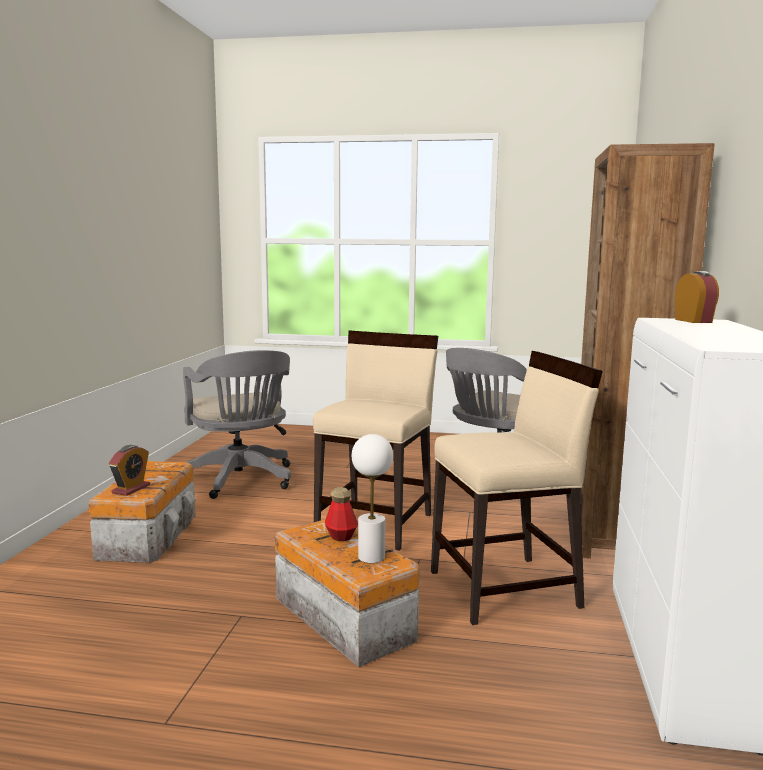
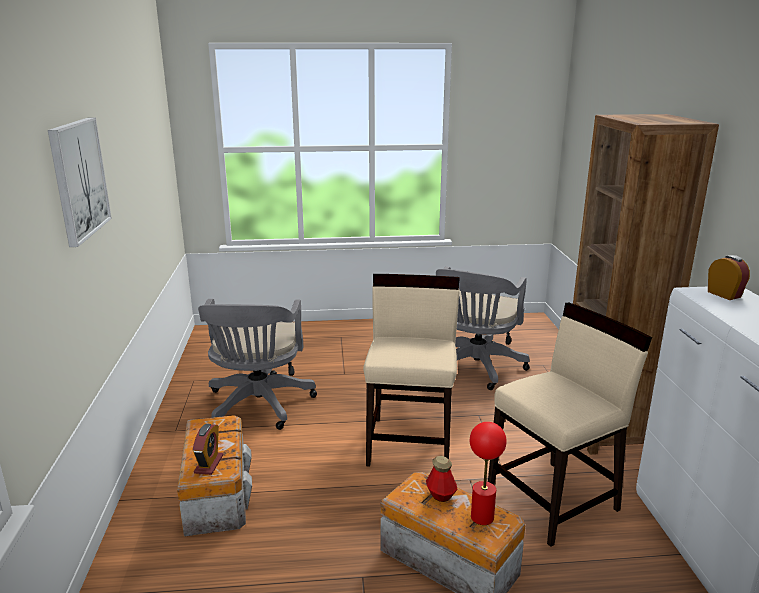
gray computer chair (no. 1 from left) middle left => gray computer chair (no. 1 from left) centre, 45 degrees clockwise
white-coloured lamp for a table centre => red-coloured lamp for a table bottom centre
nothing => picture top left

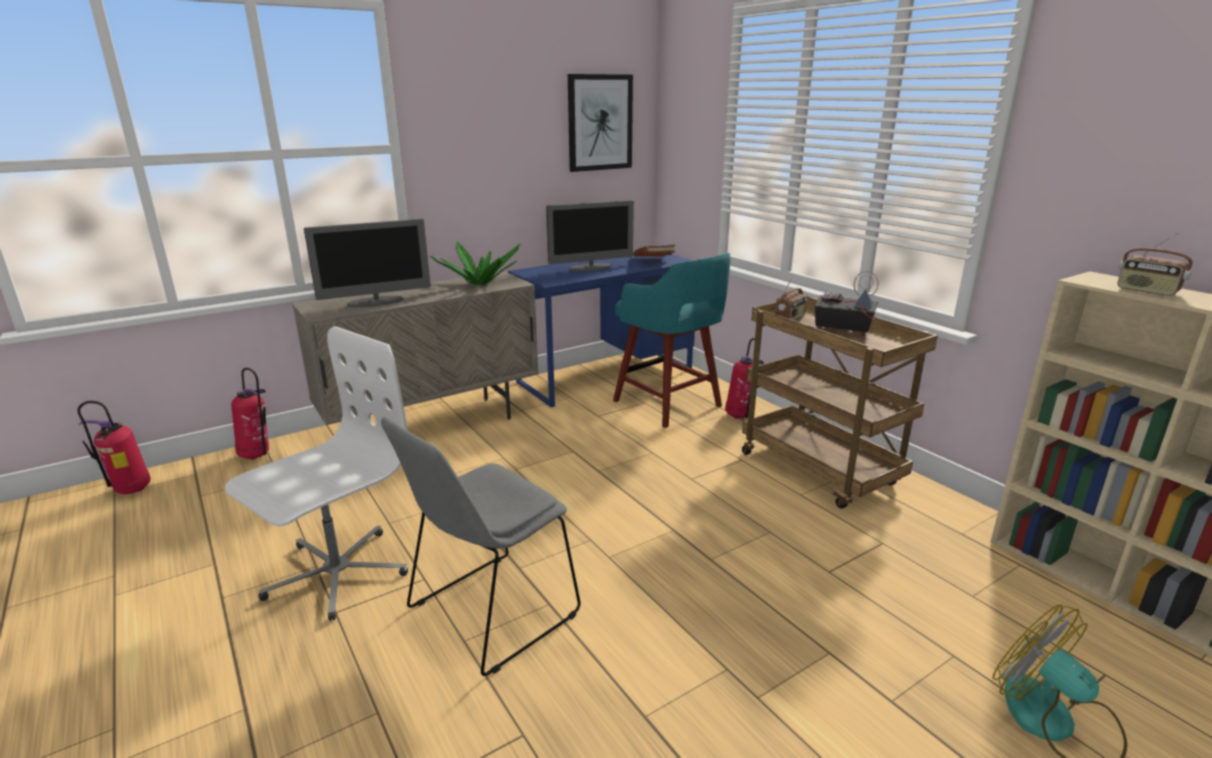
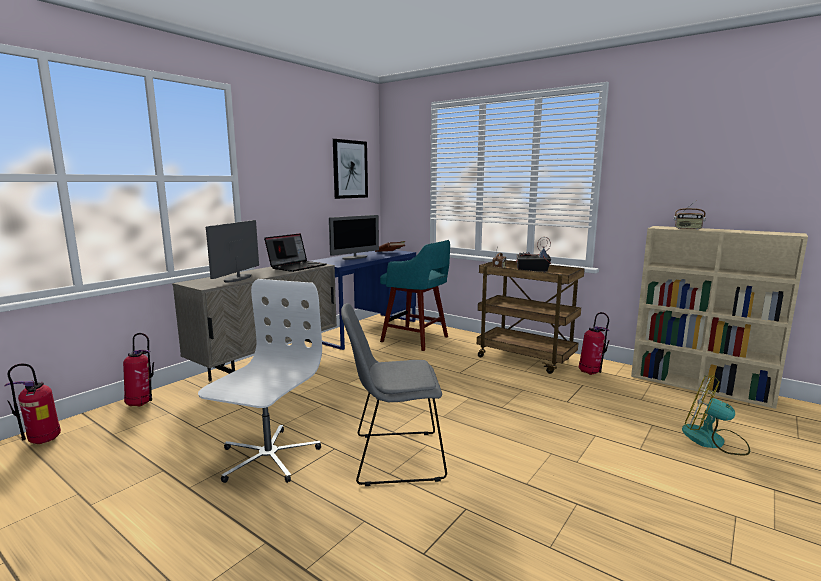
computer screen (no. 1 from left) middle left, 150 degrees clockwise
potted plant centre => notebook computer centre
fire extinguisher (no. 3 from left) centre => fire extinguisher (no. 3 from left) middle right, relocated
gray chair bottom centre, 60 degrees clockwise

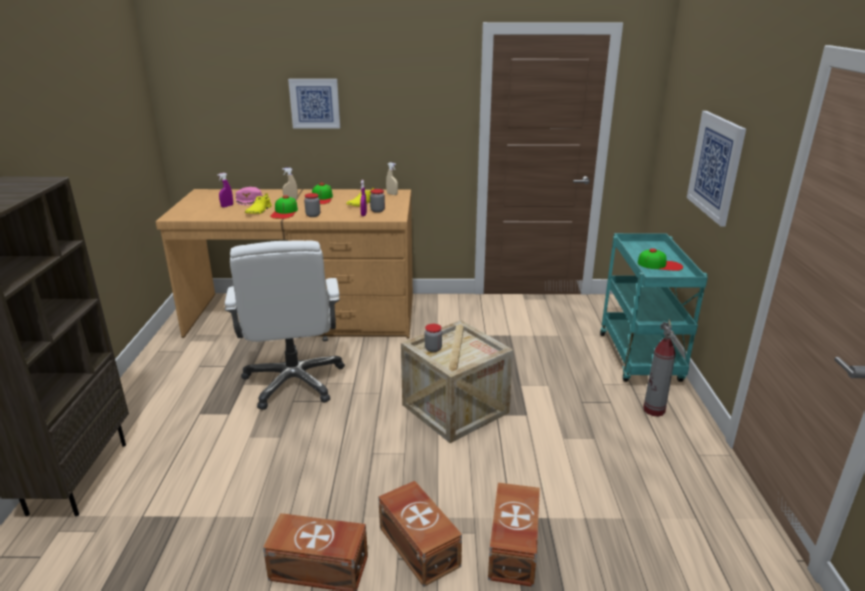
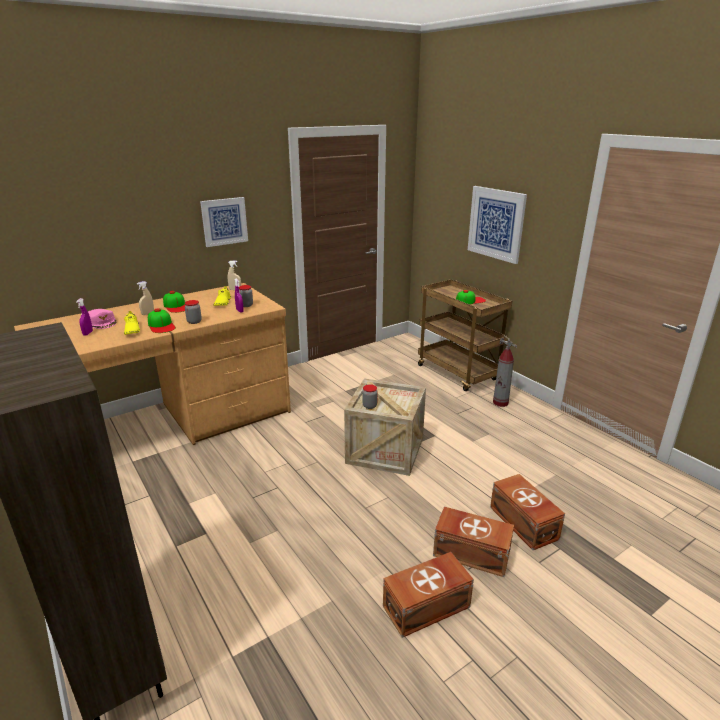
picture (no. 1 from left) top centre => picture (no. 1 from left) top left, relocated
turquoise wheeled cart middle right => brown wheeled cart centre
white-coloured computer chair middle left => nothing

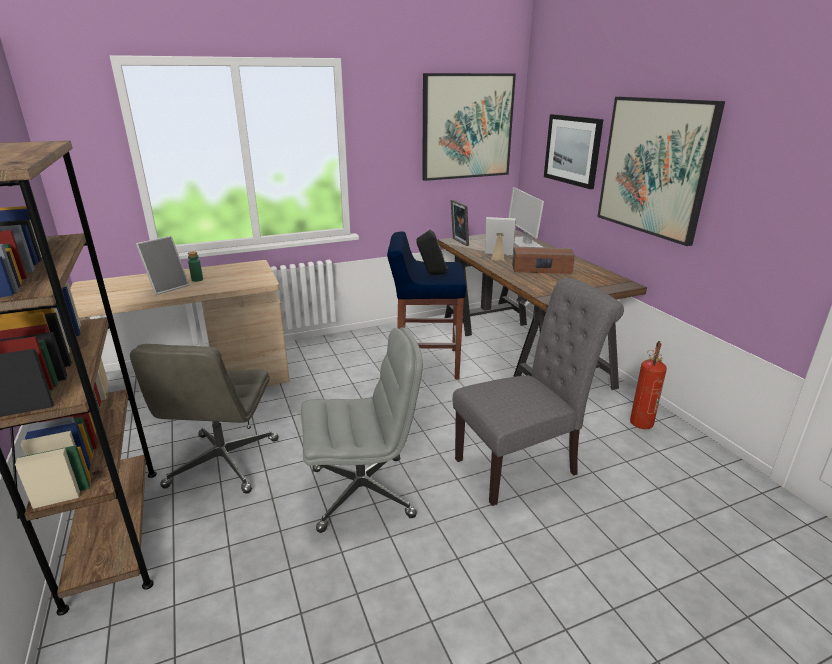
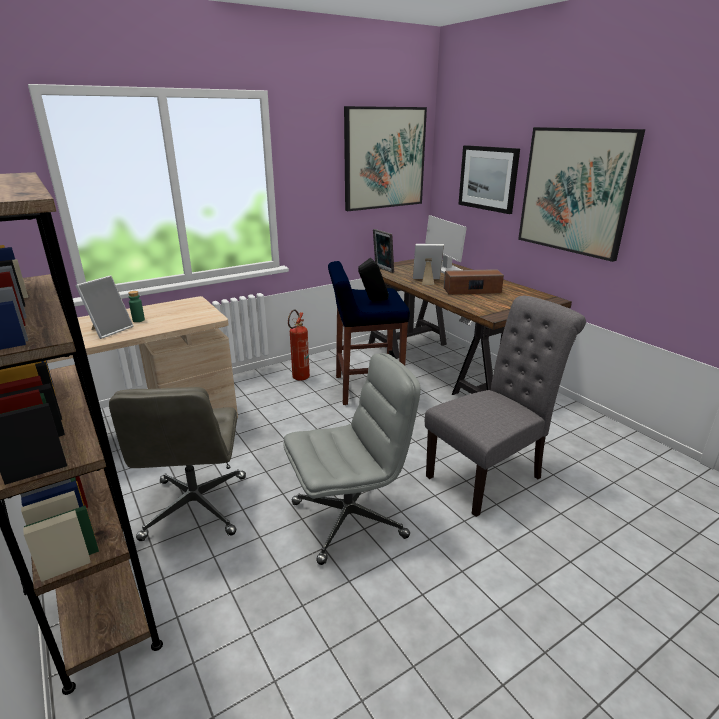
fire extinguisher middle right => fire extinguisher centre, relocated

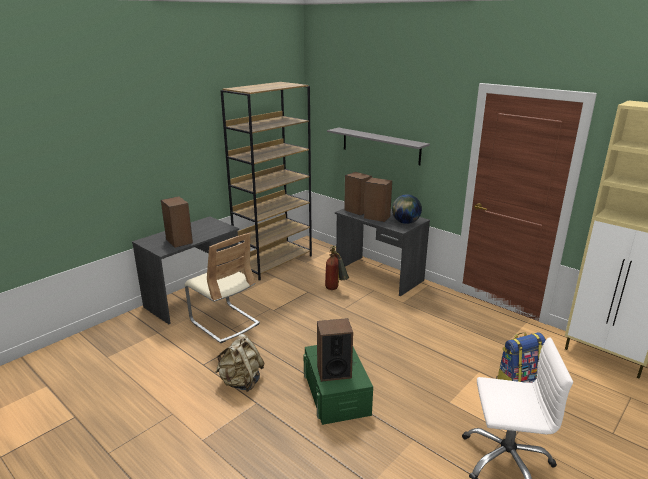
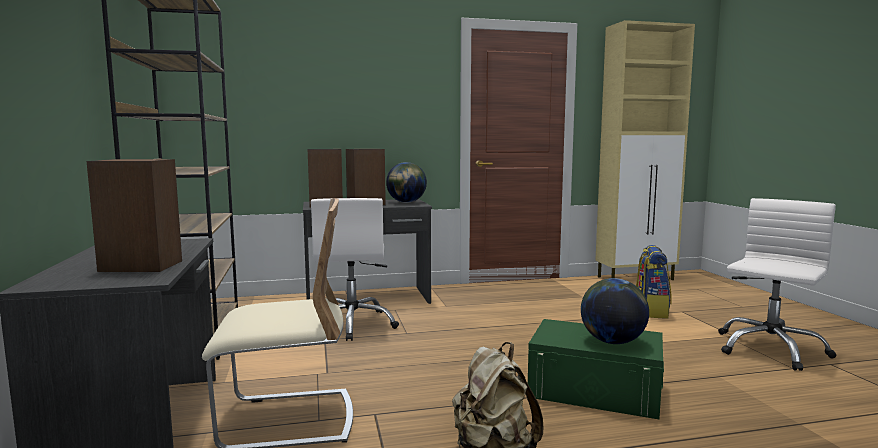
gray wall shelf top centre => nothing
fire extinguisher centre => white-coloured computer chair (no. 1 from left) centre
loudspeaker (no. 2 from left) bottom centre => desk globe (no. 2 from left) bottom right

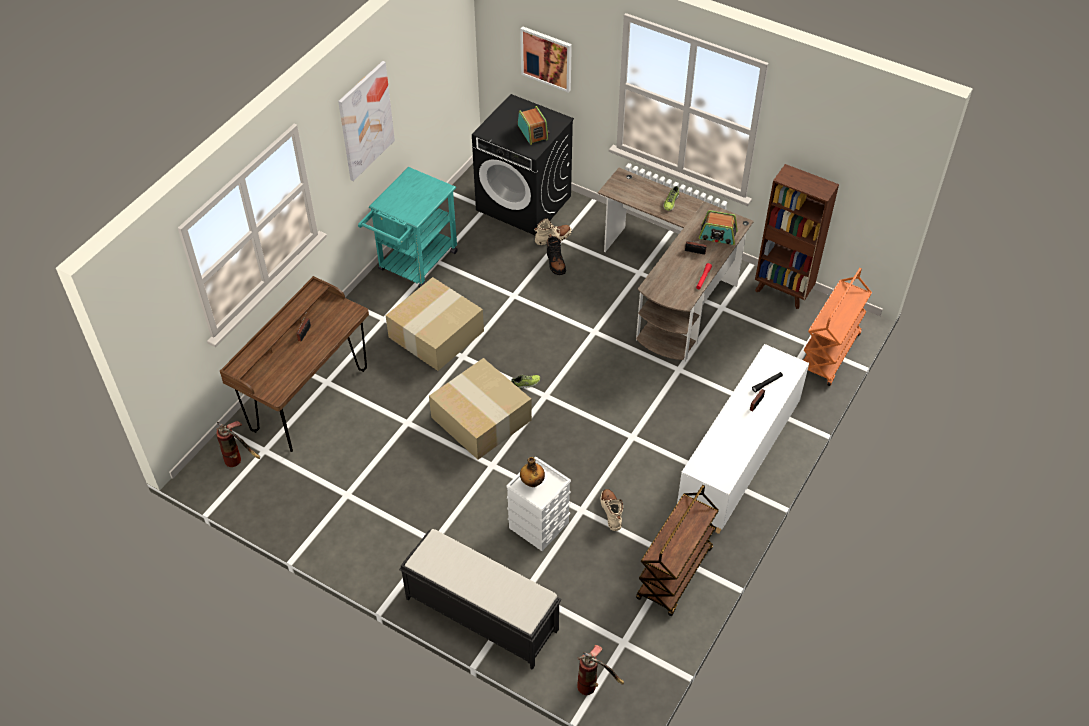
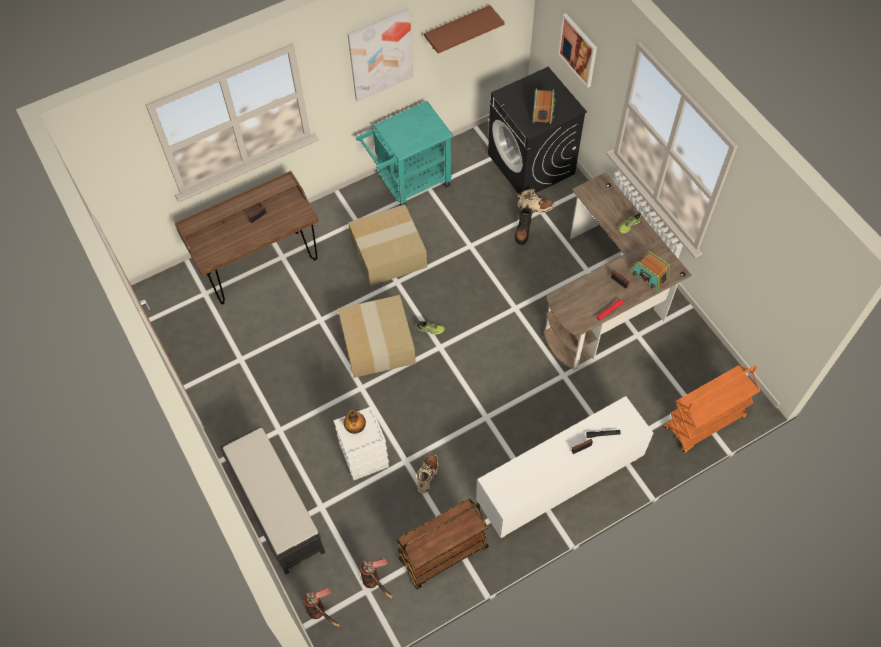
brown shelving unit top right => nothing
fire extinguisher (no. 1 from left in the first image) middle left => fire extinguisher (no. 2 from left) bottom centre, relocated
nothing => brown wall shelf top centre

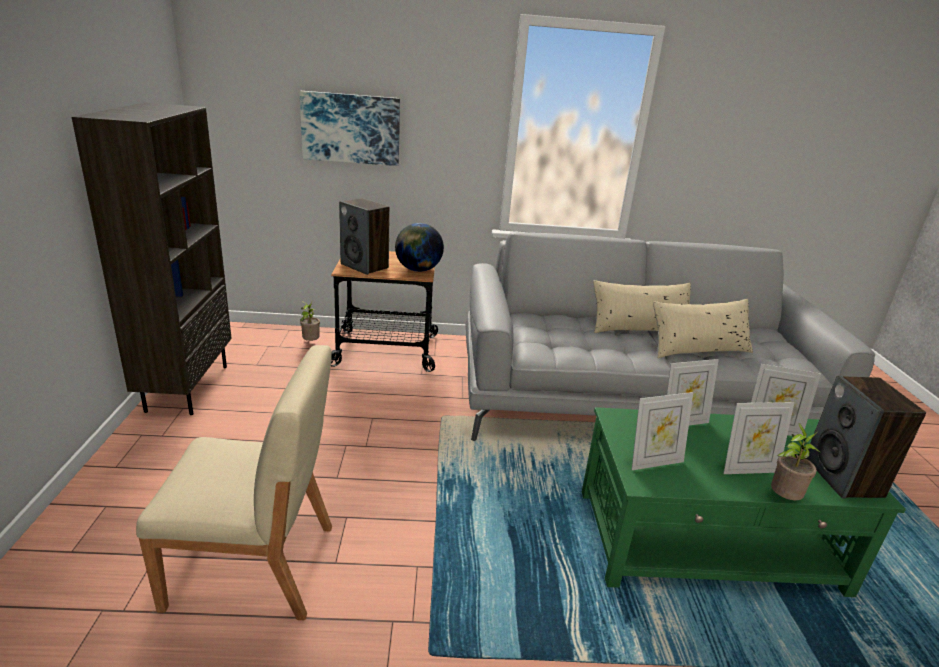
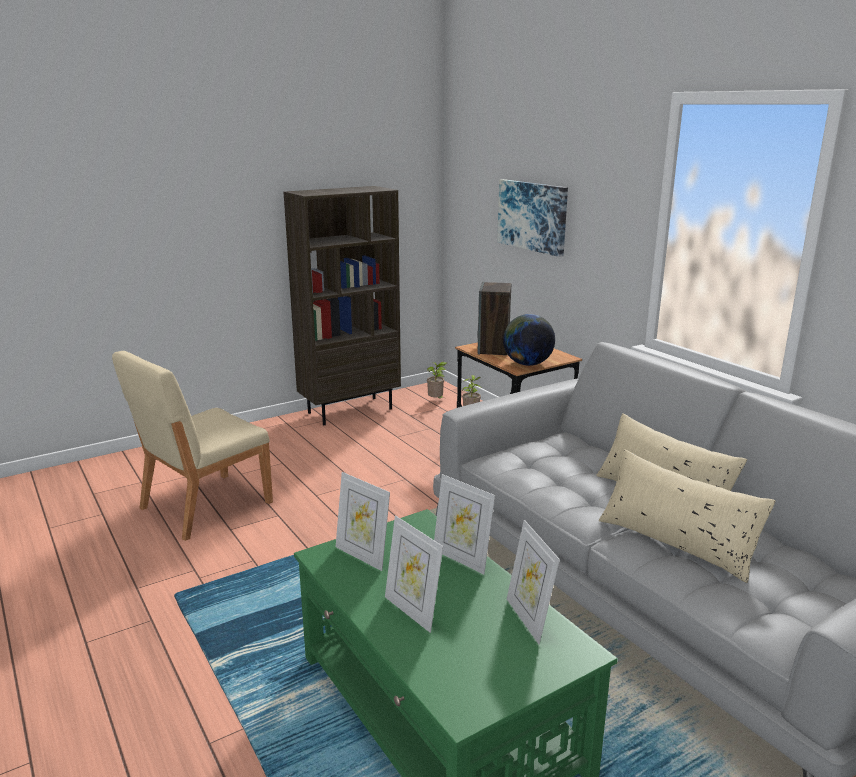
beige chair bottom left => beige chair middle left, 75 degrees clockwise
loudspeaker (no. 2 from left) middle right => nothing
potted plant (no. 2 from left in the first image) bottom right => potted plant (no. 1 from left) centre, relocated

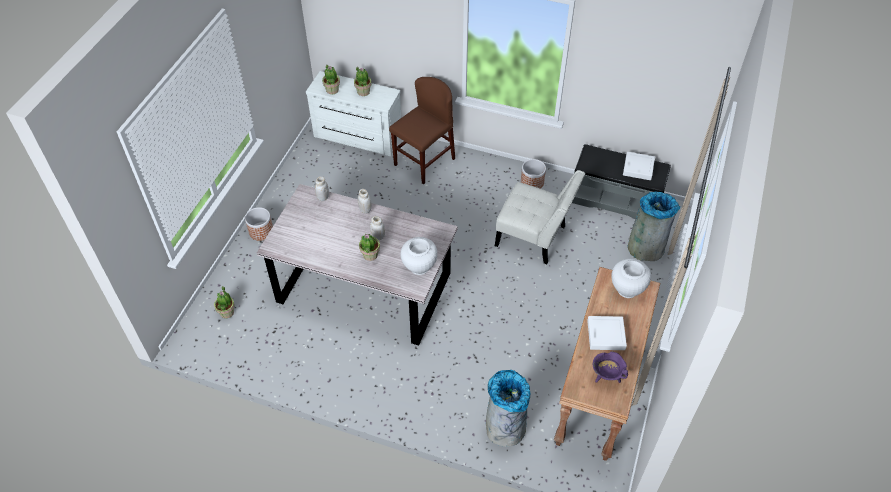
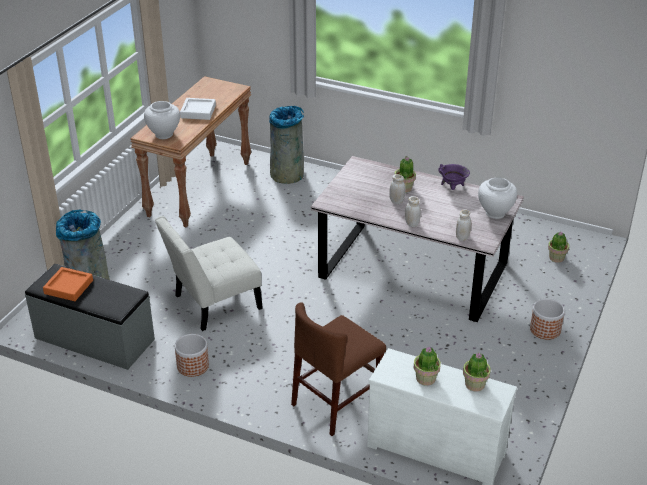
white-coloured serving tray (no. 2 from left) middle right => orangey serving tray middle left
white-coloured chair centre => white-coloured chair middle left, 60 degrees counterclockwise
white-coloured vase (no. 1 from left in the first image) centre => white-coloured vase (no. 2 from left) middle right, relocated
purple cooking pot bottom right => purple cooking pot middle right, relocated

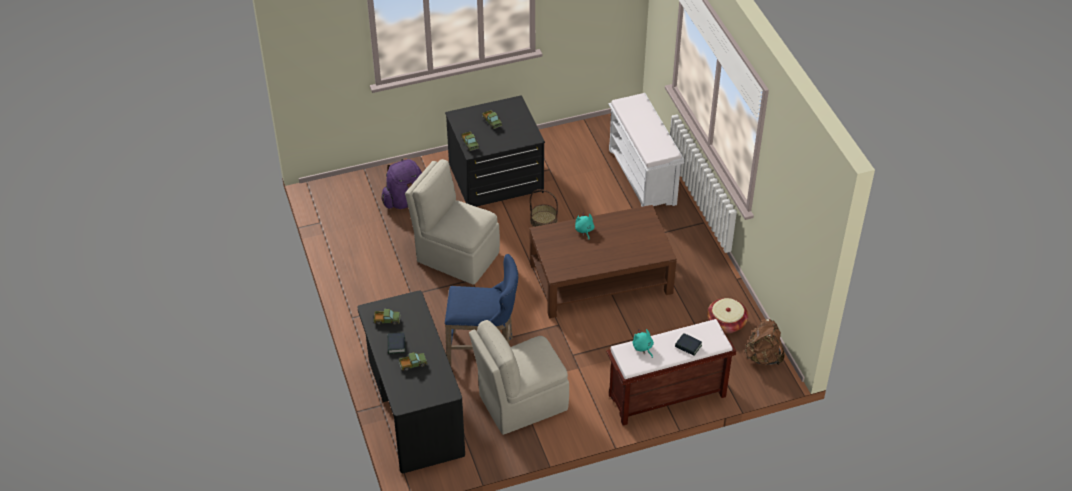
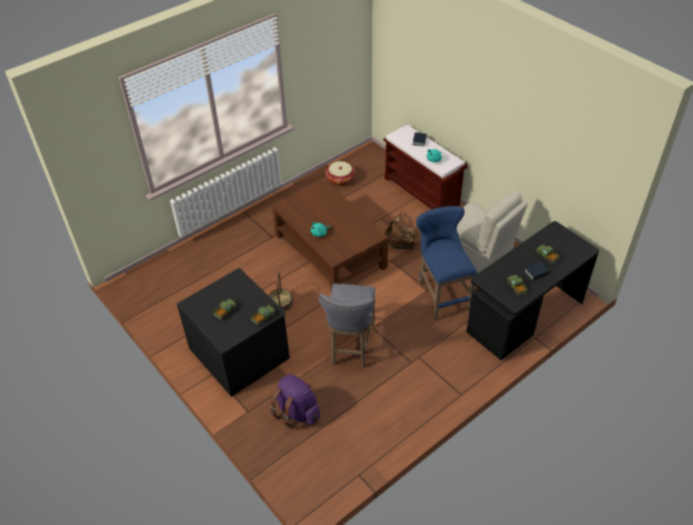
white-coloured indoor bench top centre => nothing
beige chair (no. 1 from left) centre => gray stool centre
brown knapsack bottom right => brown knapsack centre, relocated

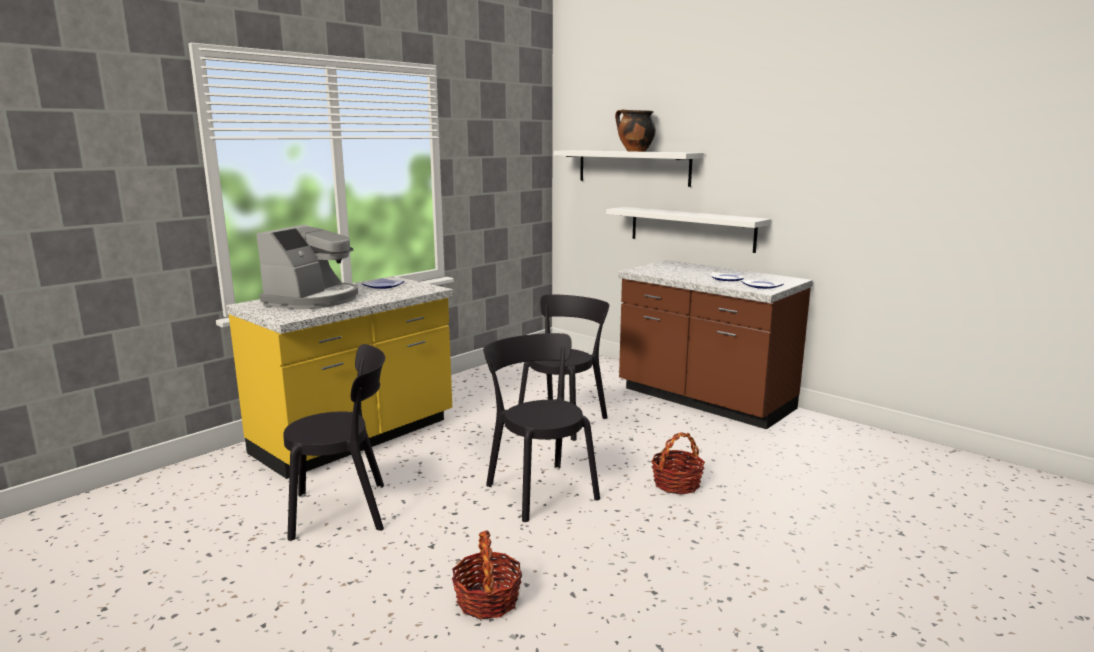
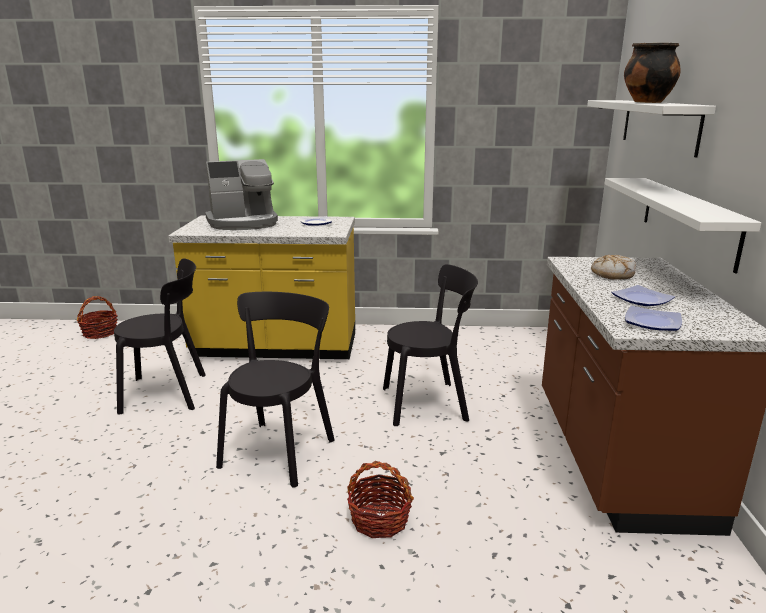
blackish chair (no. 1 from left) bottom left => blackish chair (no. 1 from left) middle left, 45 degrees counterclockwise
storage basket (no. 1 from left) bottom centre => storage basket (no. 1 from left) middle left, relocated
nothing => bakery bread middle right

